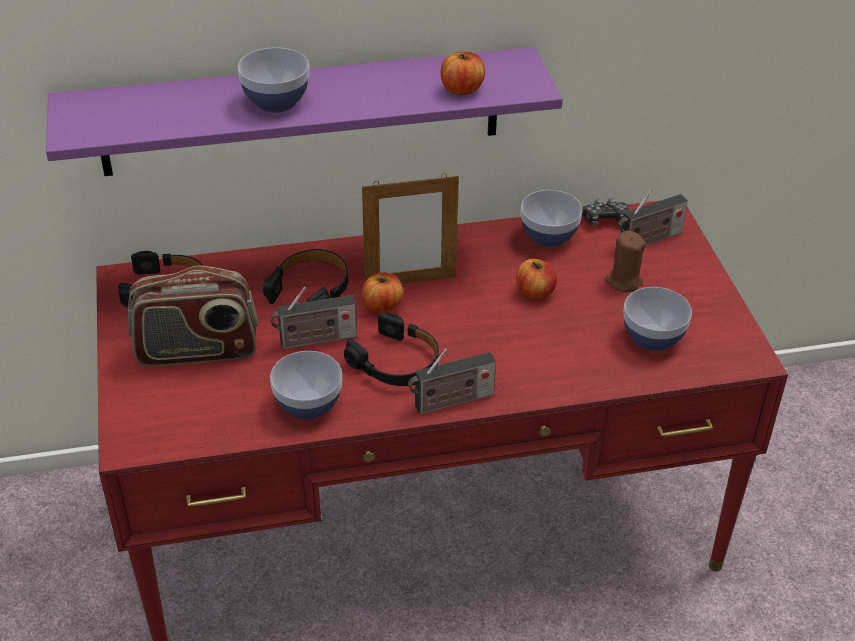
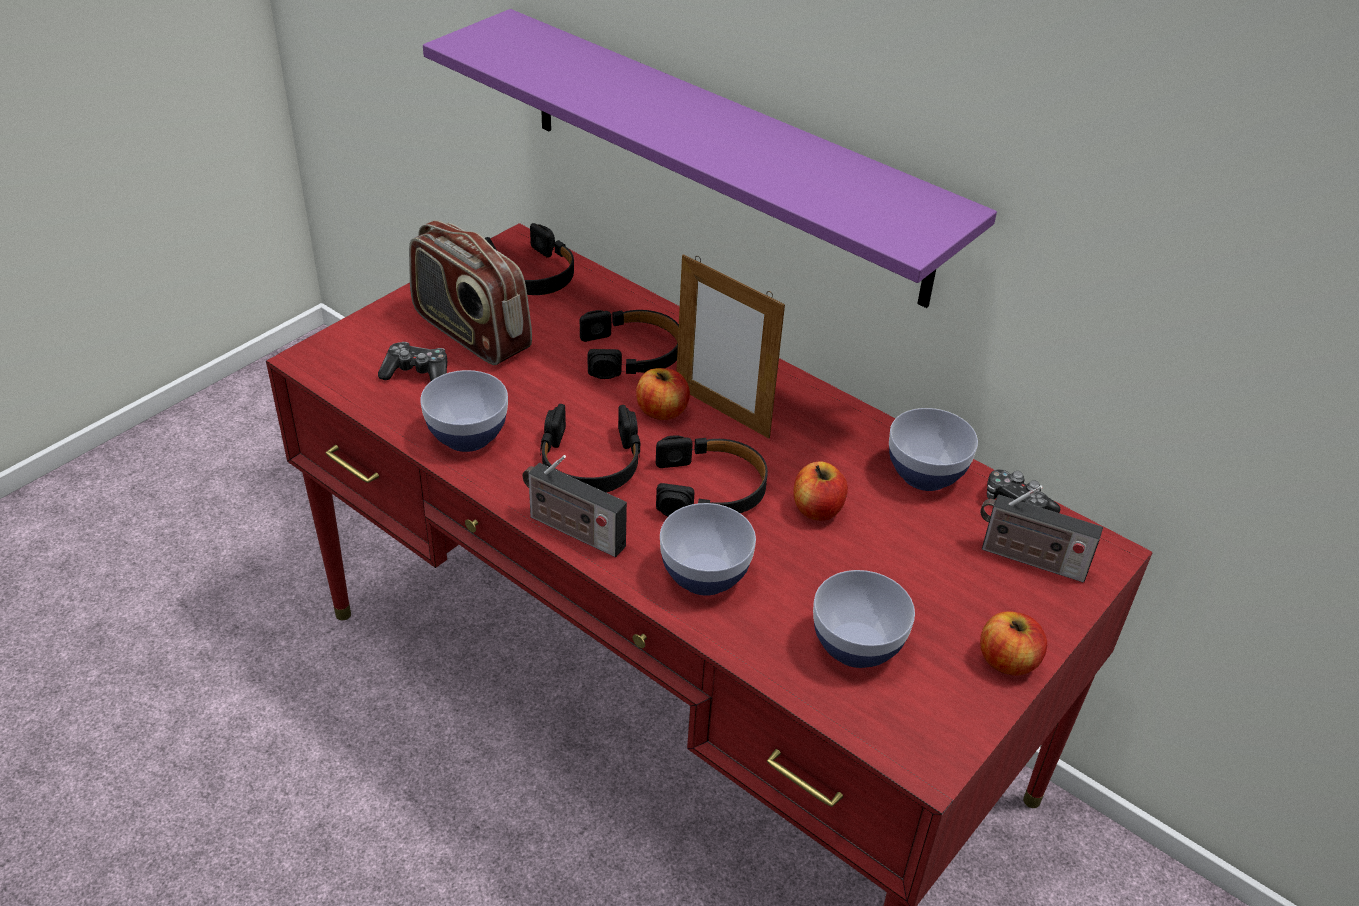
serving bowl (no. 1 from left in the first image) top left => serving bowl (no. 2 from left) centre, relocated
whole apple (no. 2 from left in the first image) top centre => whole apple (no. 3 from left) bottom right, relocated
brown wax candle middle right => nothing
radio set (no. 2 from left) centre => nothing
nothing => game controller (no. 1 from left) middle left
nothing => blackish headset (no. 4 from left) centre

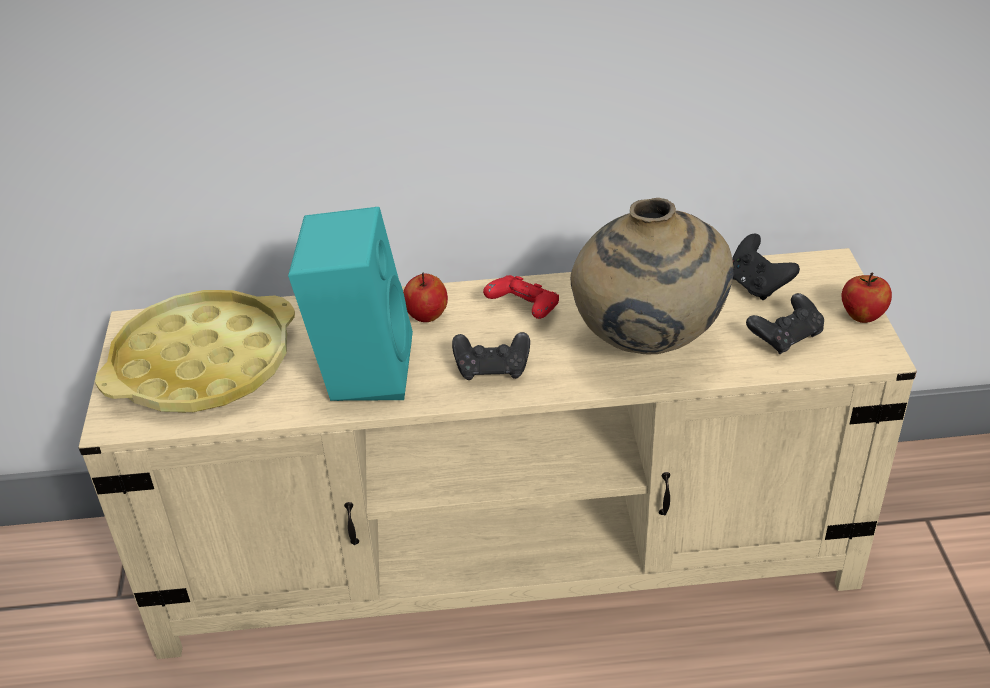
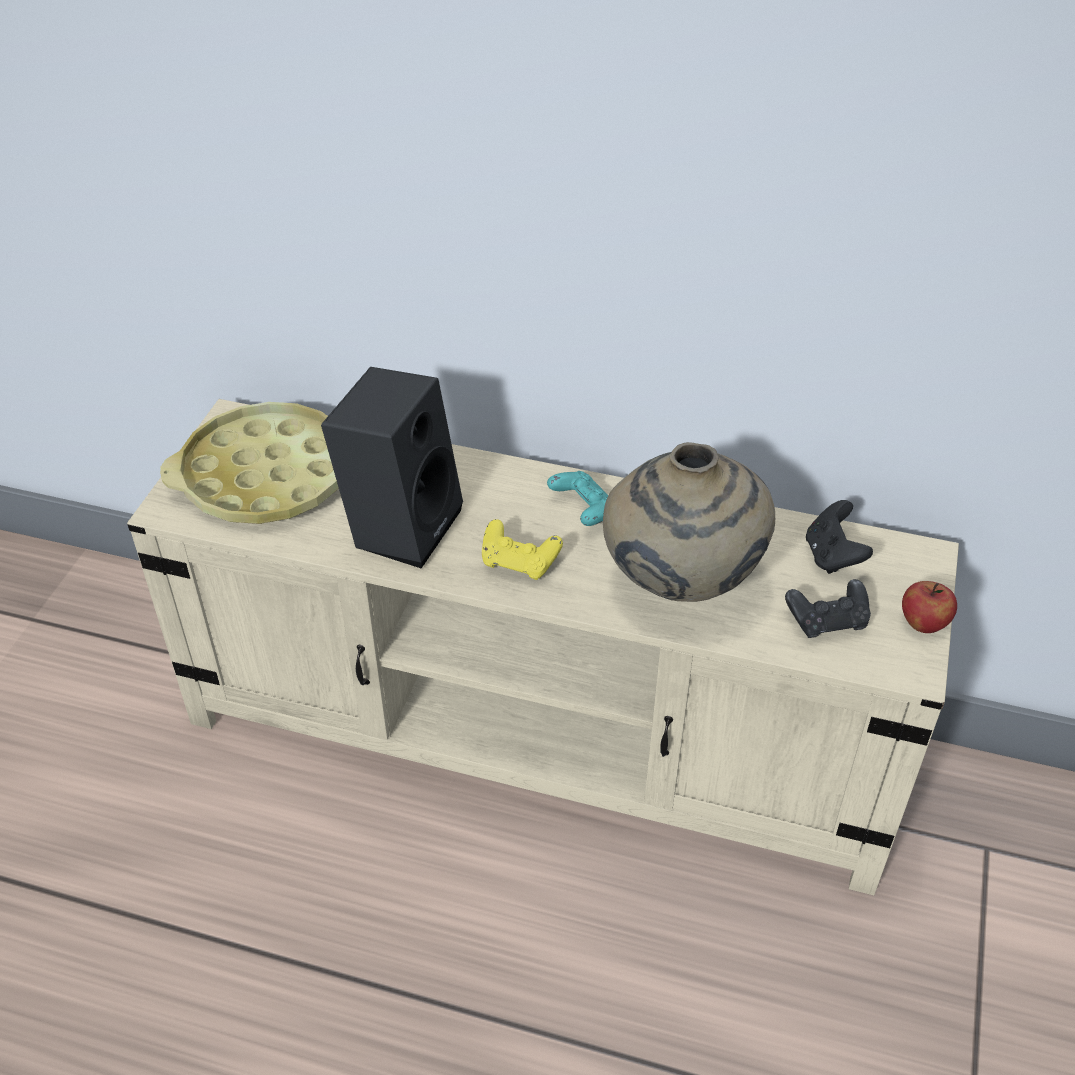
turquoise loudspeaker centre => blackish loudspeaker centre
whole apple (no. 1 from left) centre => nothing
red-coloured game controller centre => turquoise game controller centre
blackish game controller (no. 1 from left) centre => yellowish game controller centre

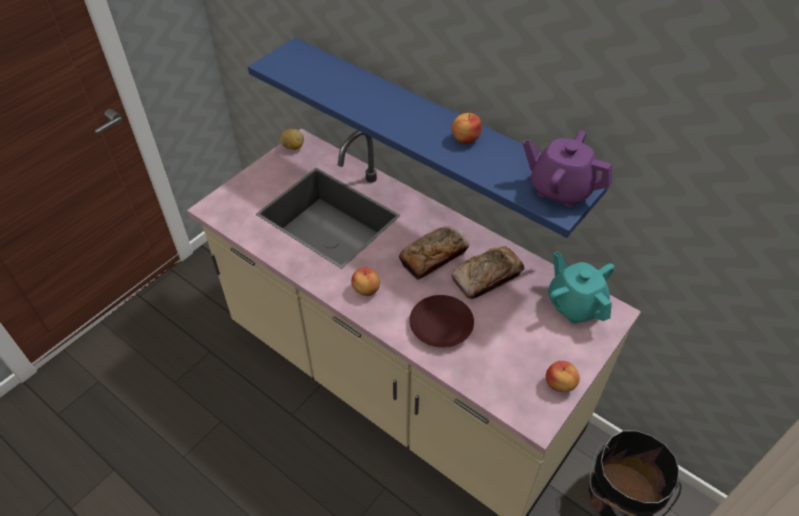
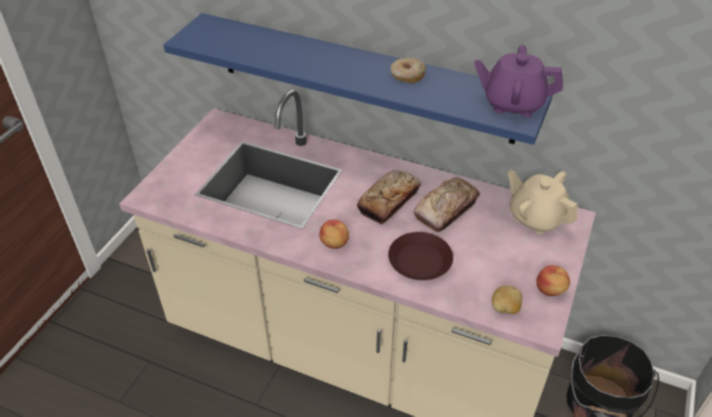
whole apple (no. 2 from left) top centre => doughnut top centre
spud top centre => spud bottom right, relocated
turquoise teapot middle right => beige teapot middle right

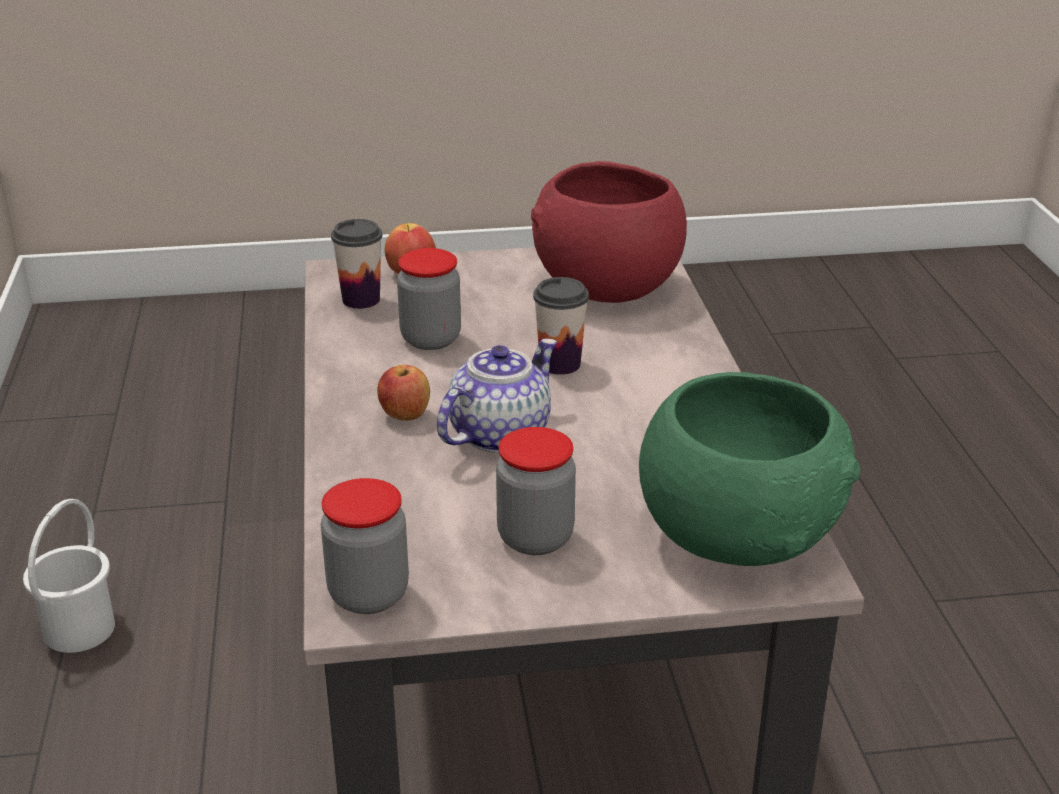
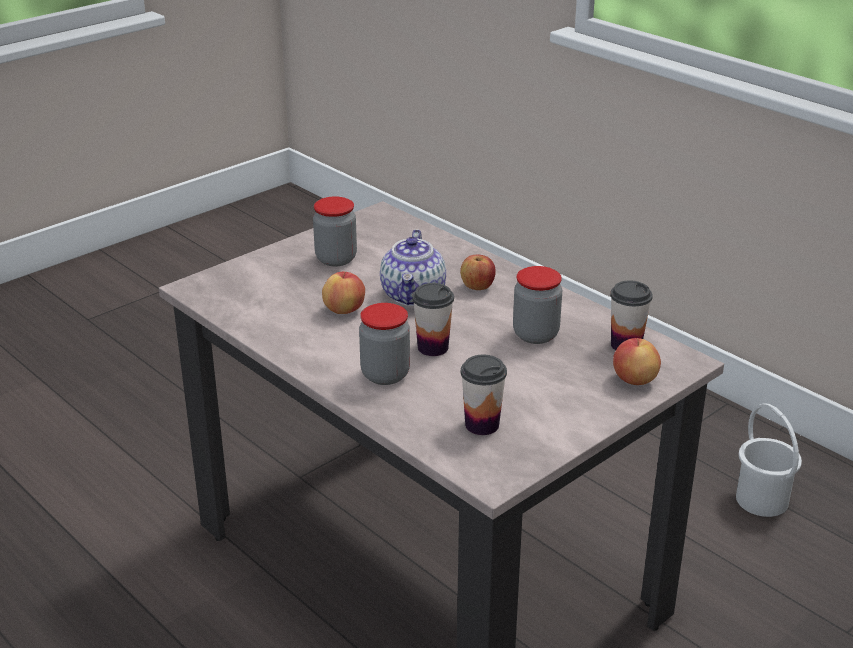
red-coloured serving bowl top centre => small cup (no. 2 from left) centre
green-coloured serving bowl middle right => nothing
jar (no. 1 from left in the first image) bottom centre => jar (no. 2 from left) centre, relocated
nothing => whole apple (no. 1 from left) centre

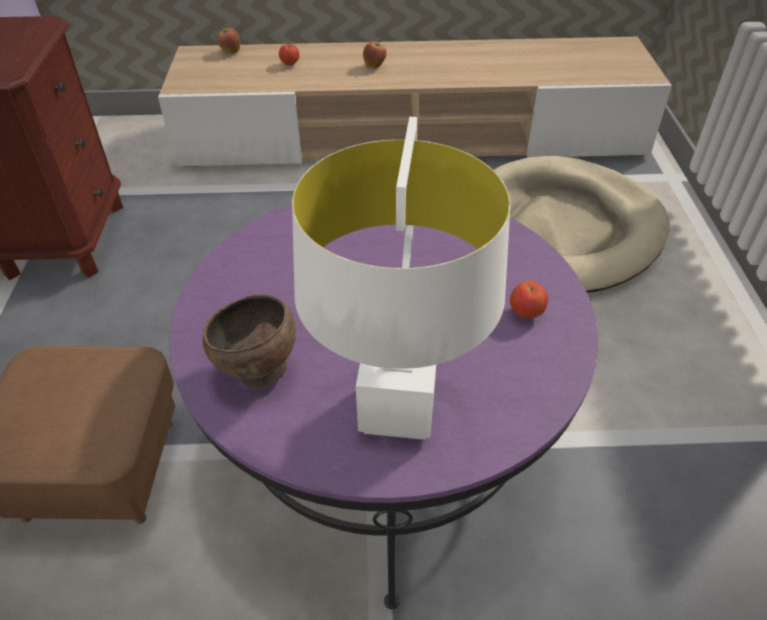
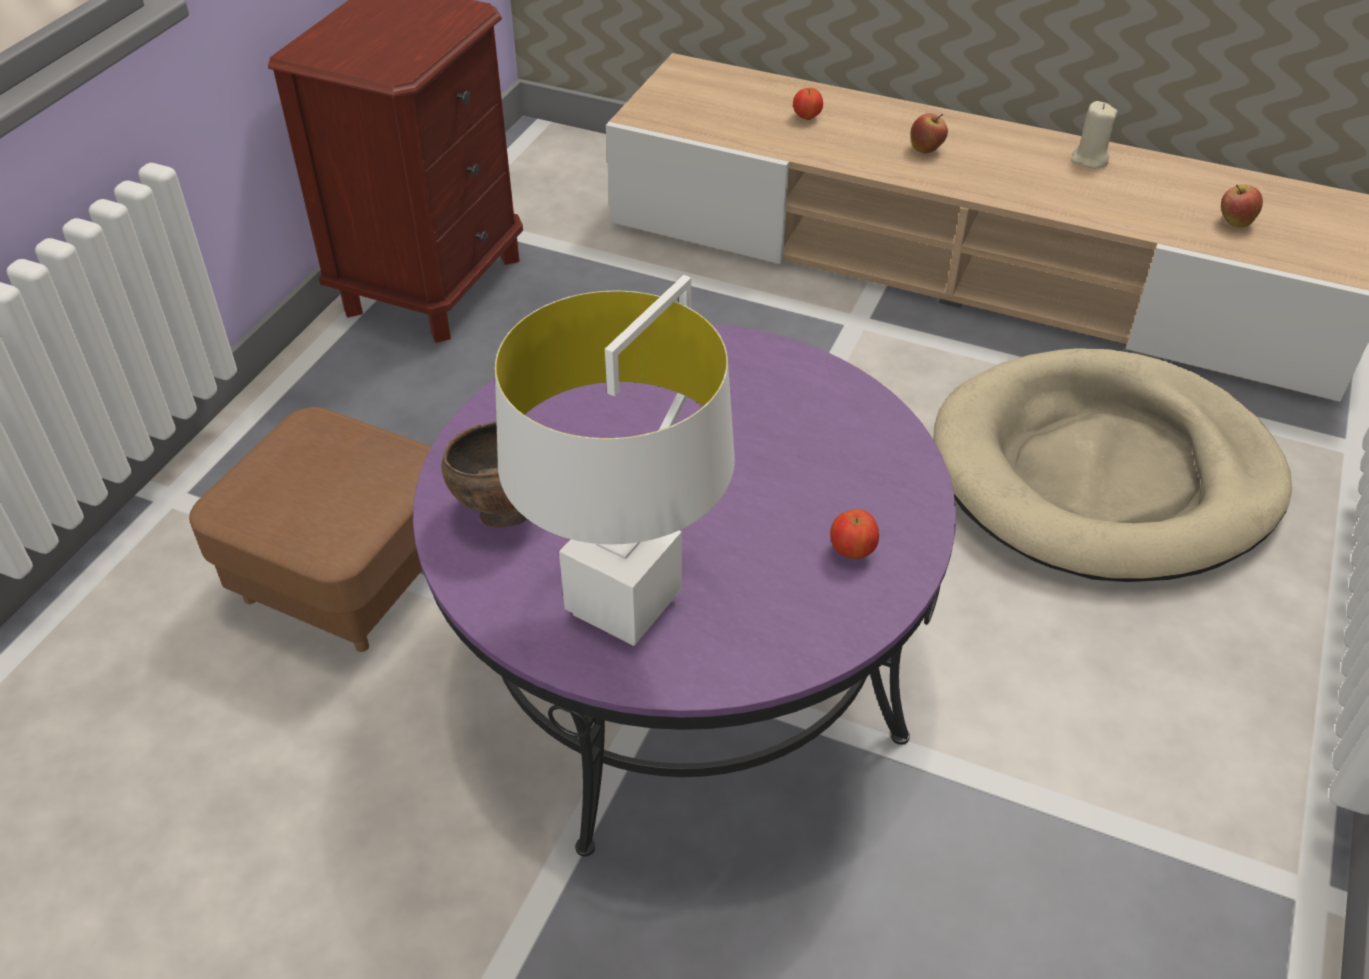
whole apple (no. 1 from left in the first image) top left => whole apple (no. 4 from left) top right, relocated
nothing => beige wax candle top right

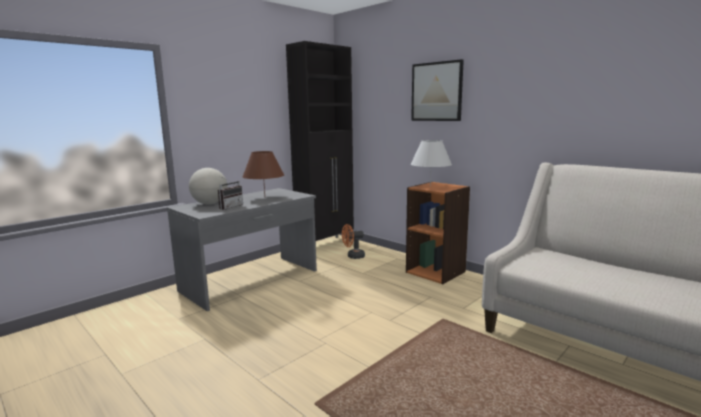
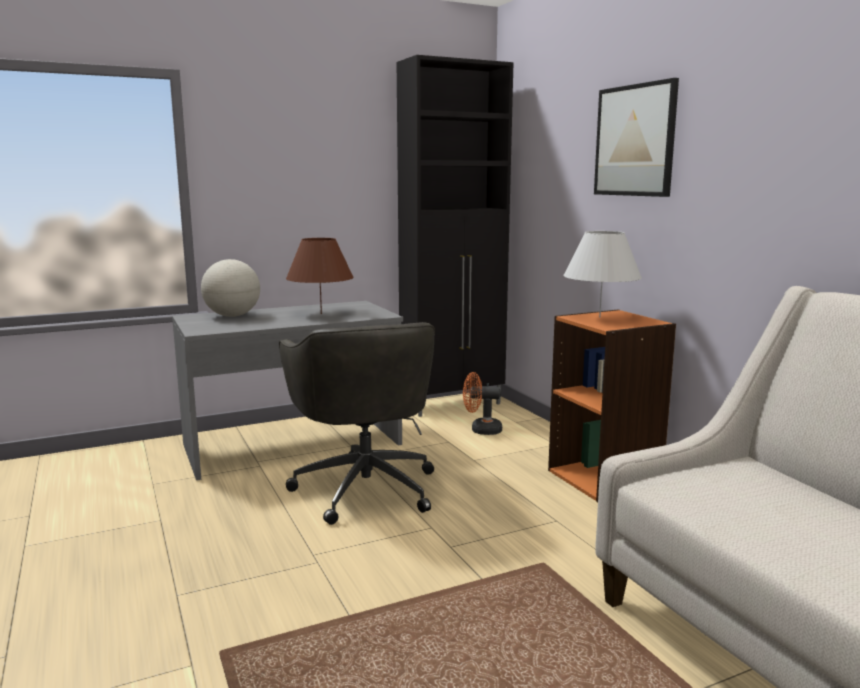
radio set middle left => nothing
nothing => gray computer chair centre

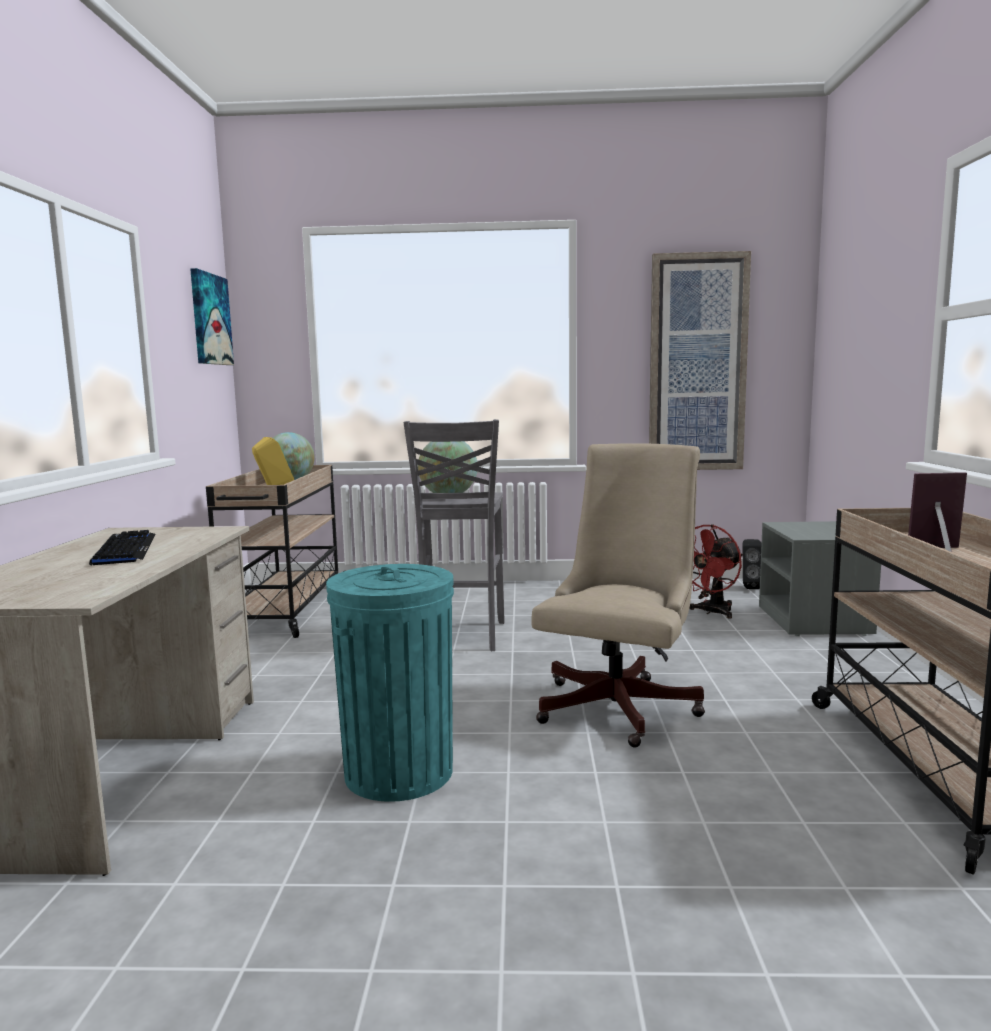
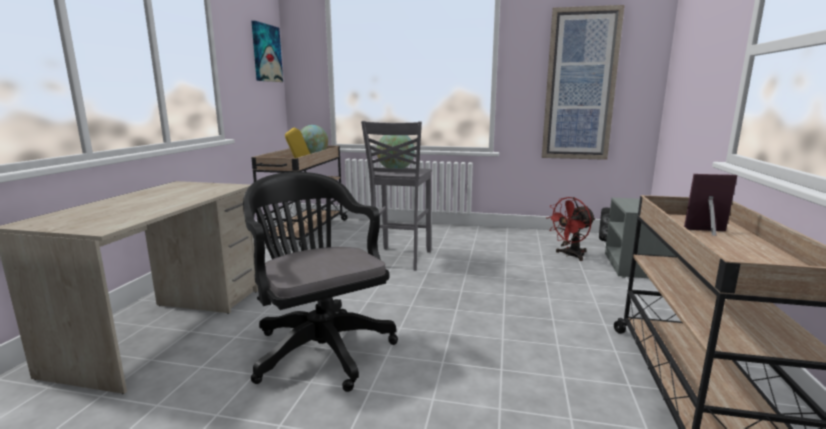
beige computer chair centre => nothing
keyboard middle left => nothing
turquoise waste bin centre => blackish computer chair centre

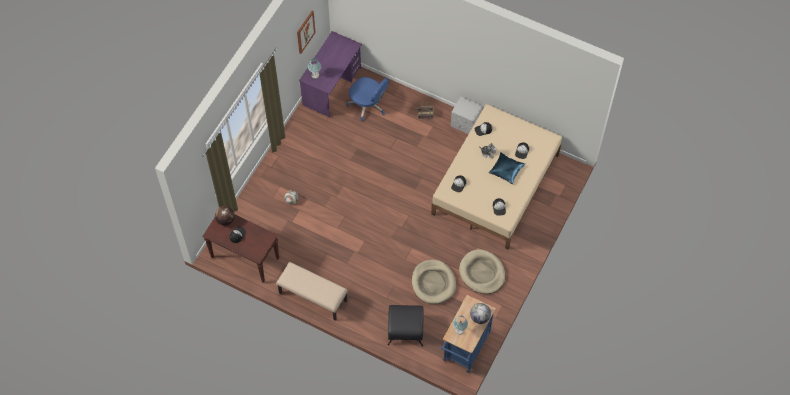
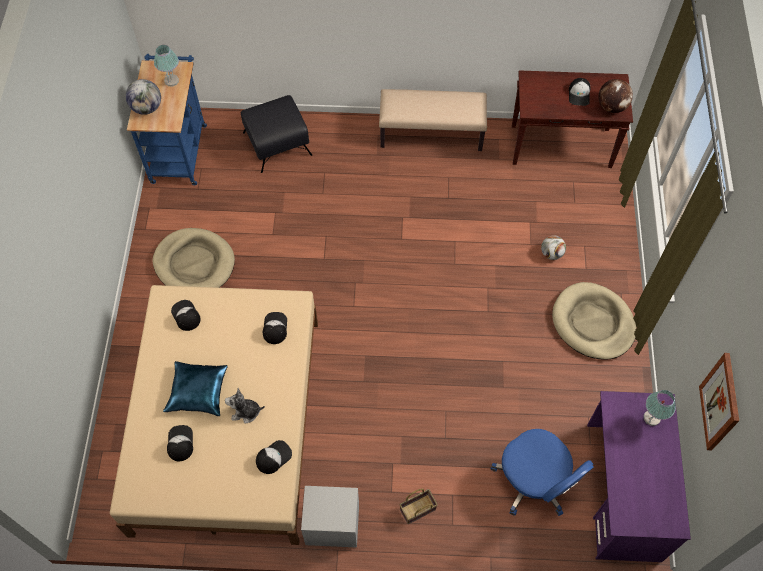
bluish computer chair top centre => bluish computer chair bottom right, 135 degrees counterclockwise
beige pet bed (no. 1 from left in the first image) bottom centre => beige pet bed (no. 2 from left) middle right, relocated

